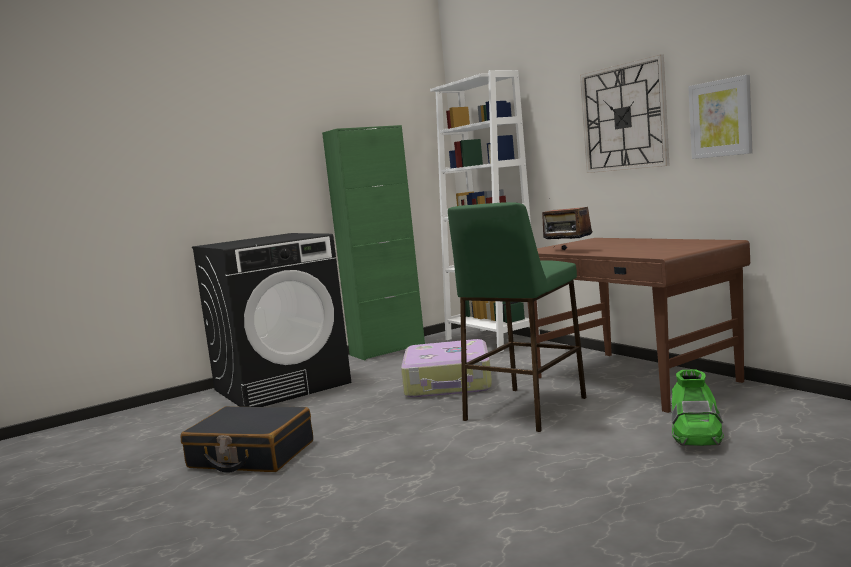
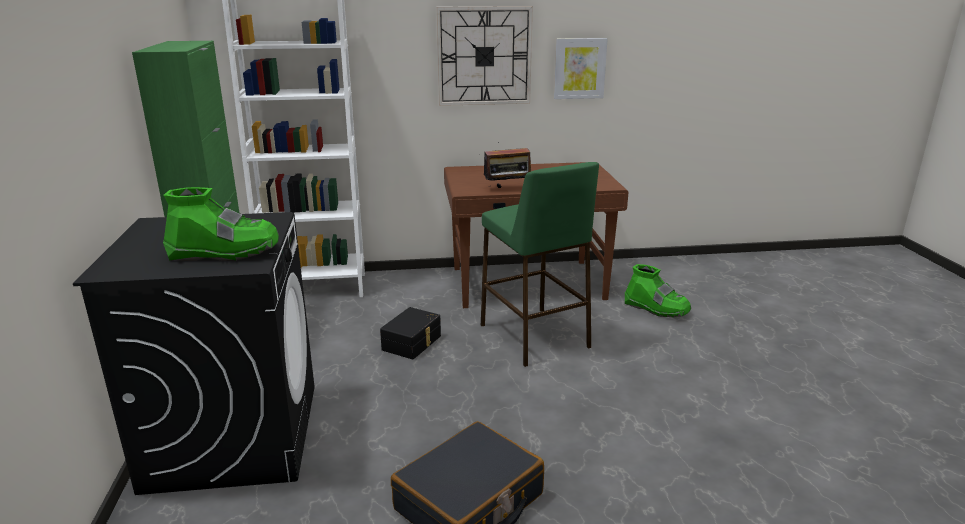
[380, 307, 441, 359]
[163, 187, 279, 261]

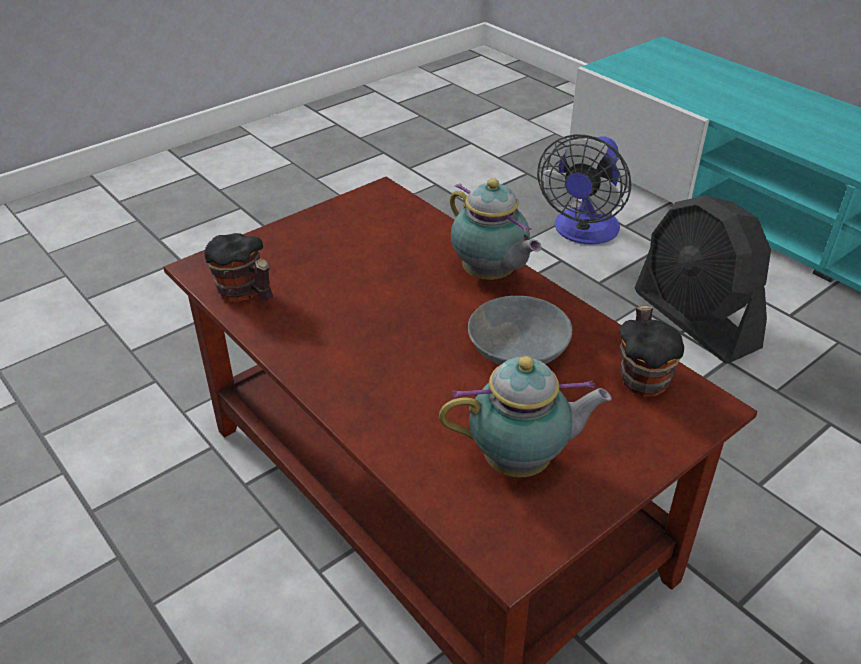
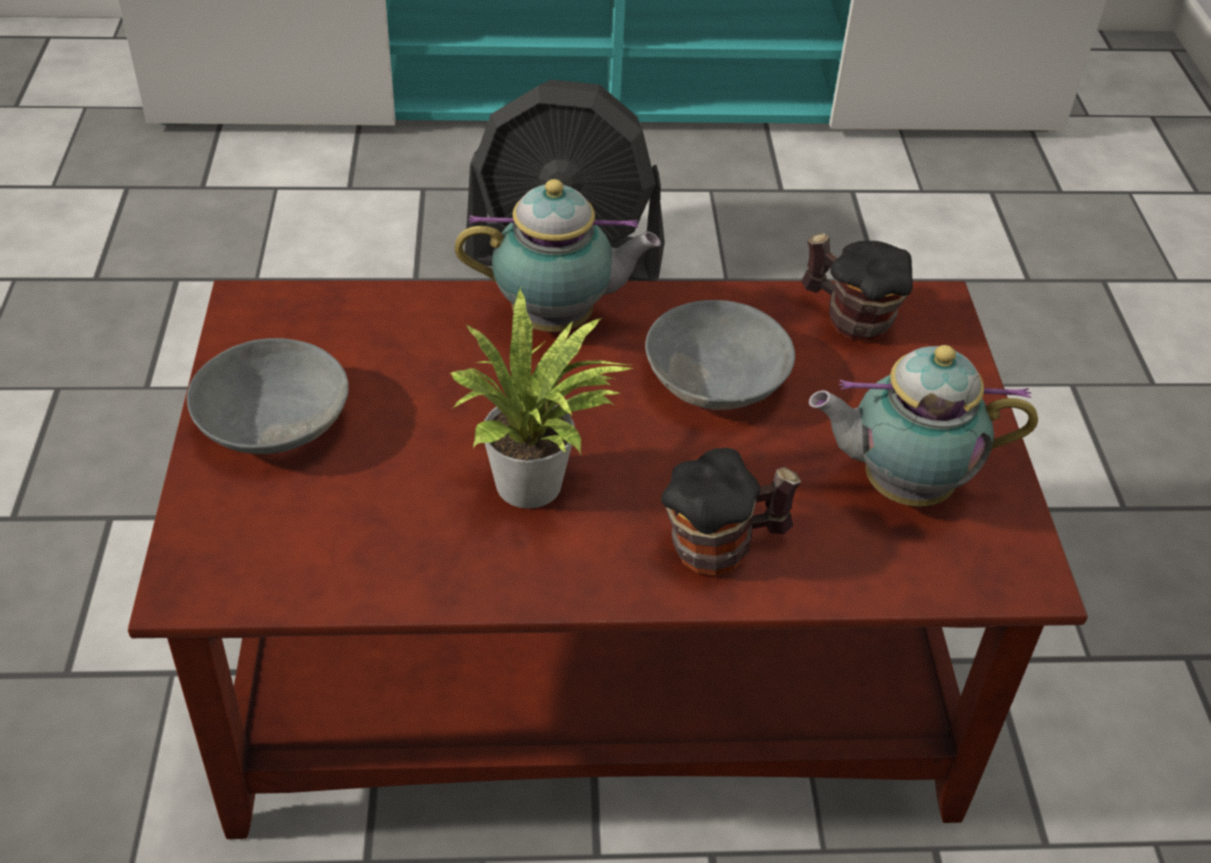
[661, 447, 801, 575]
[809, 345, 1038, 507]
[537, 134, 631, 244] (first image)
[187, 338, 349, 454]
[450, 288, 633, 509]

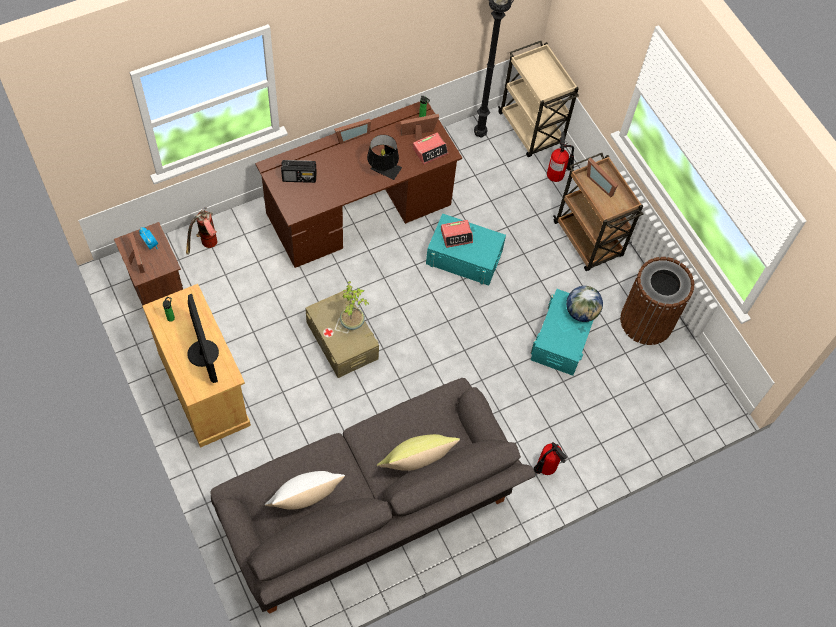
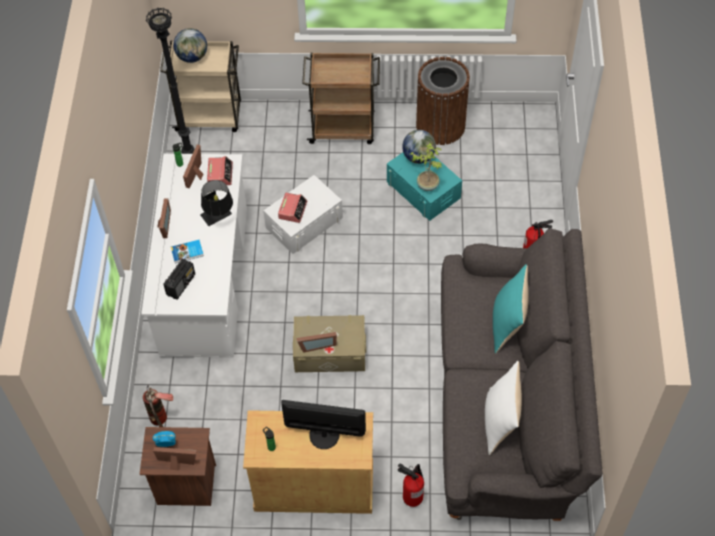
[141, 154, 247, 358]
[409, 143, 442, 191]
[493, 264, 529, 353]
[263, 175, 343, 254]
[398, 464, 424, 507]
[296, 332, 337, 353]
[171, 240, 204, 264]
[173, 28, 207, 63]

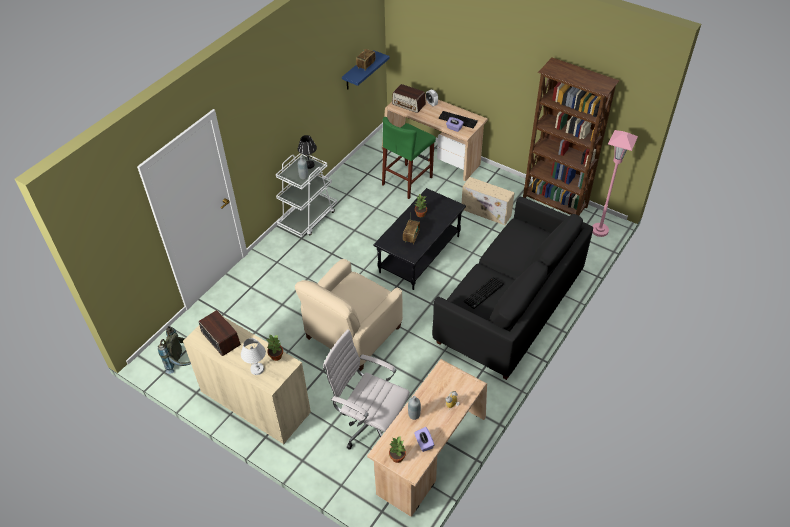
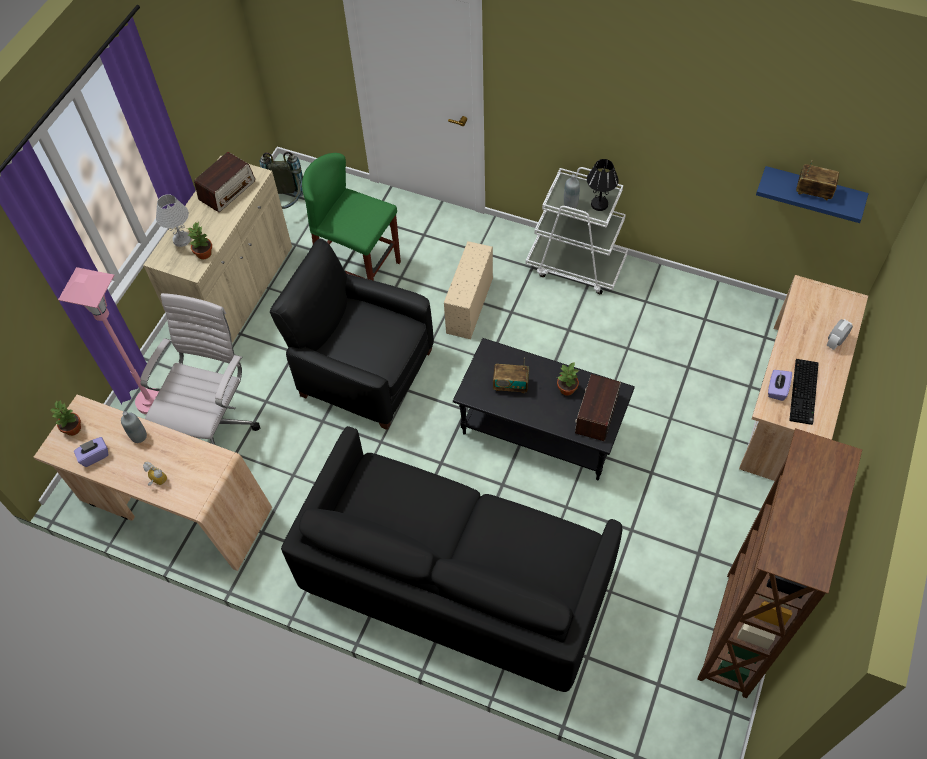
[270, 239, 434, 430]
[302, 153, 401, 281]
[575, 374, 621, 441]
[444, 241, 493, 339]
[464, 277, 504, 309] (first image)
[58, 267, 159, 414]

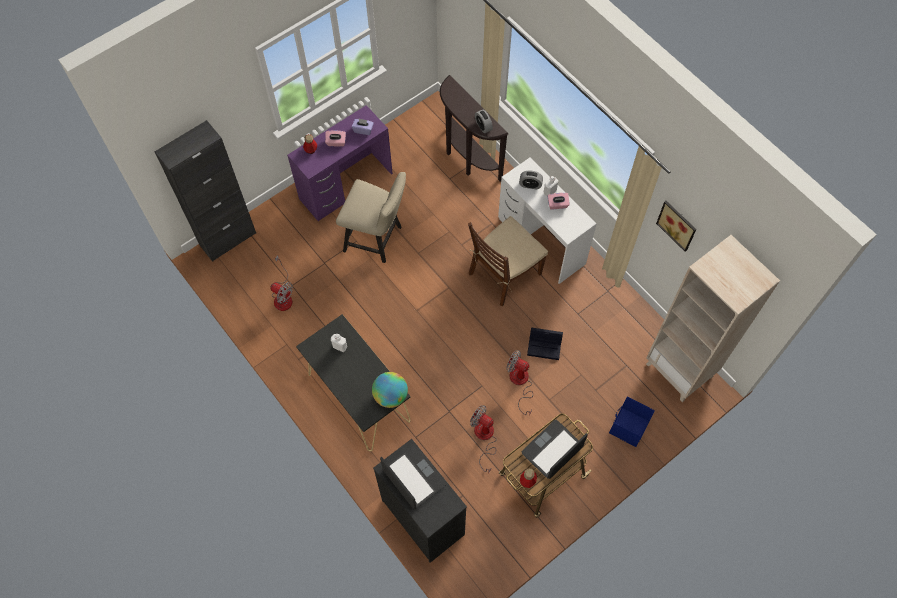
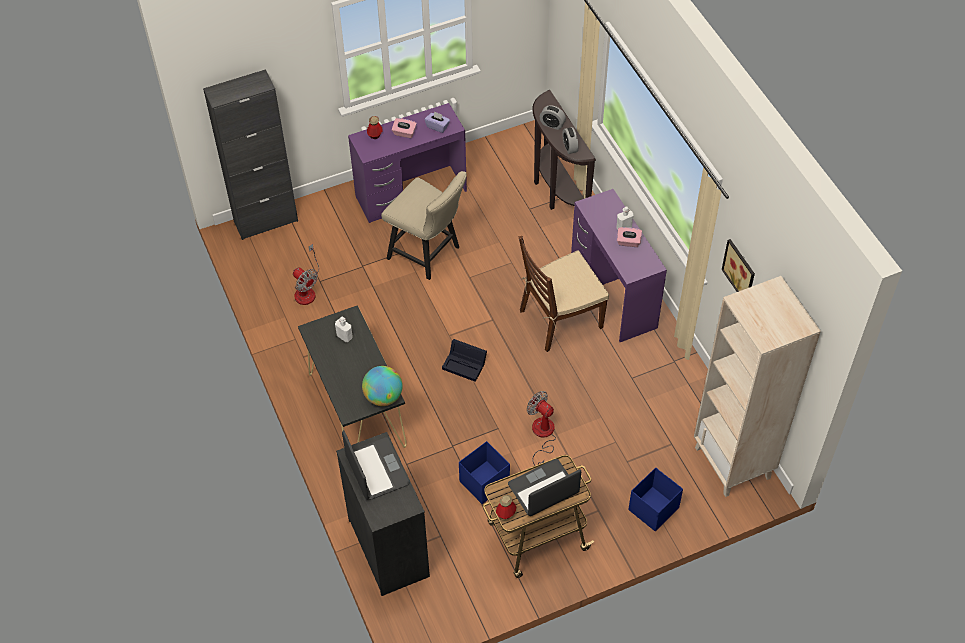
[459, 441, 510, 504]
[571, 189, 667, 342]
[540, 105, 566, 130]
[442, 339, 487, 382]

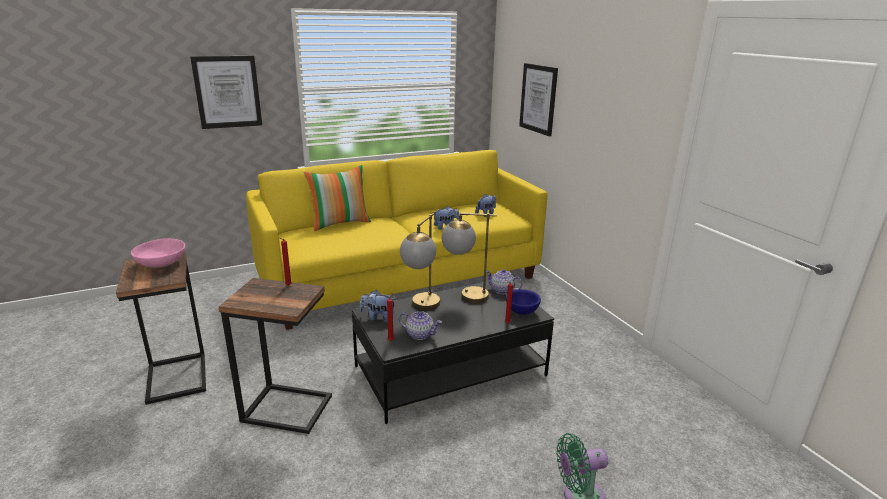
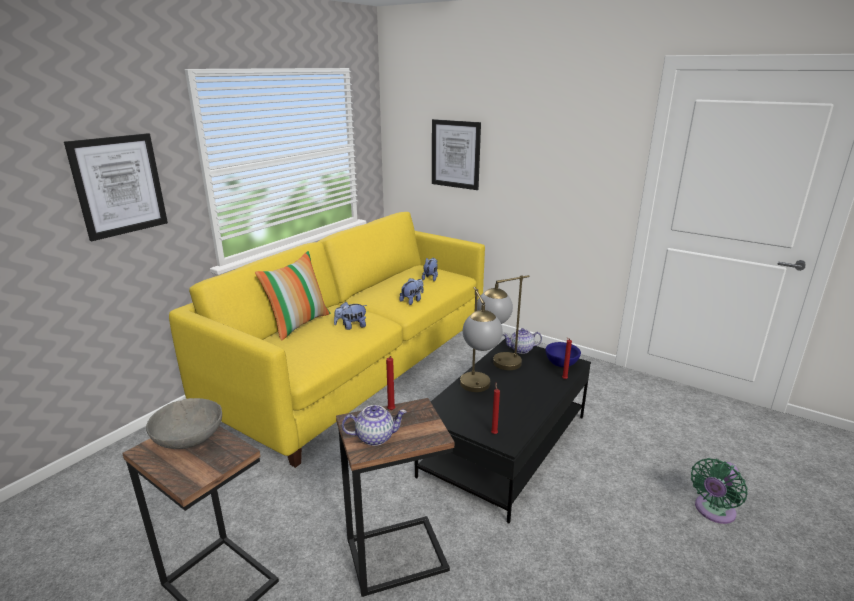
[146, 398, 222, 449]
[334, 302, 367, 330]
[342, 405, 406, 446]

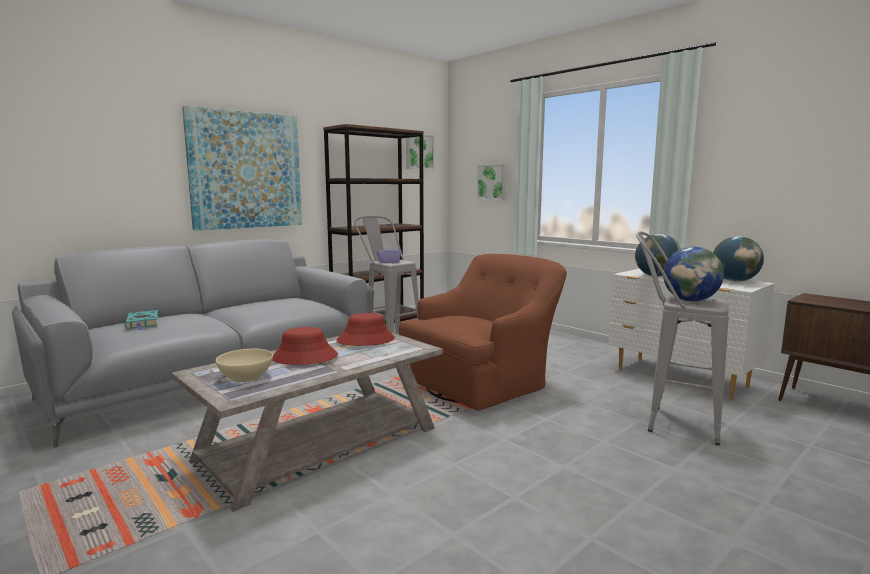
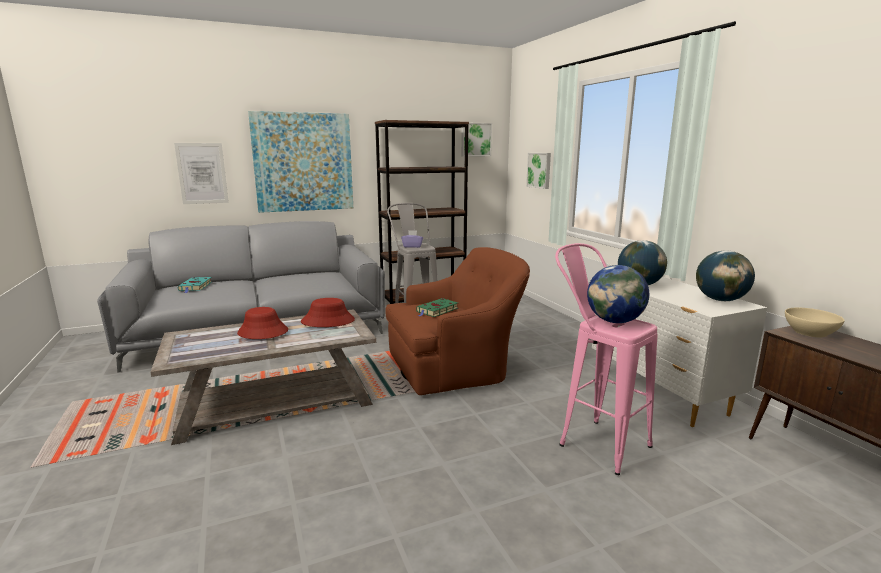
[785, 307, 845, 337]
[555, 243, 657, 475]
[174, 143, 229, 204]
[416, 298, 458, 317]

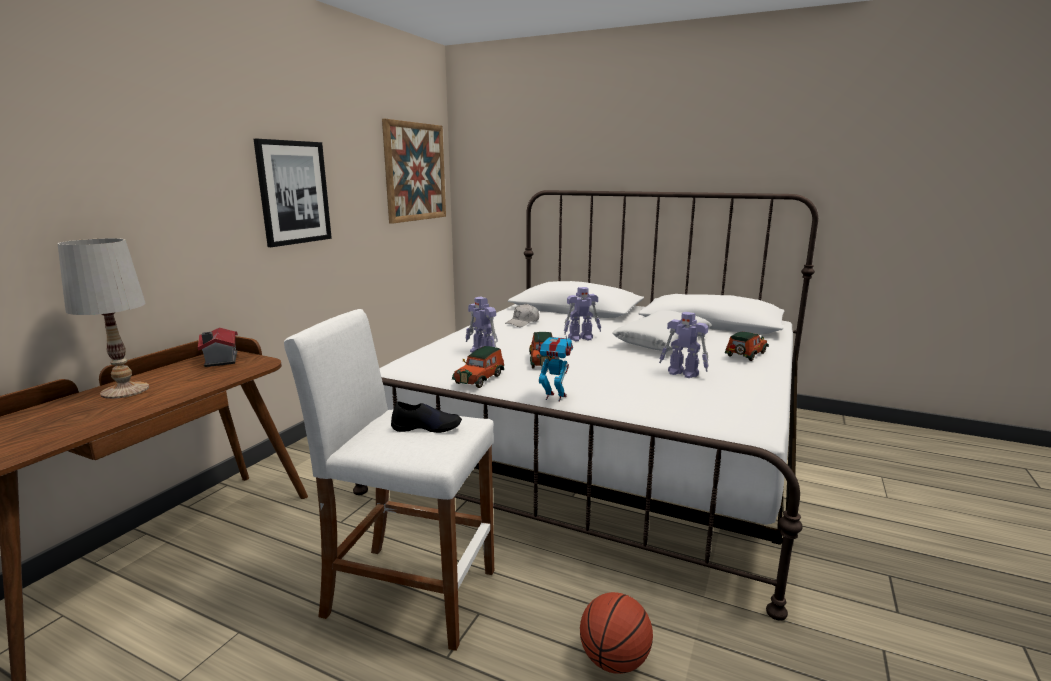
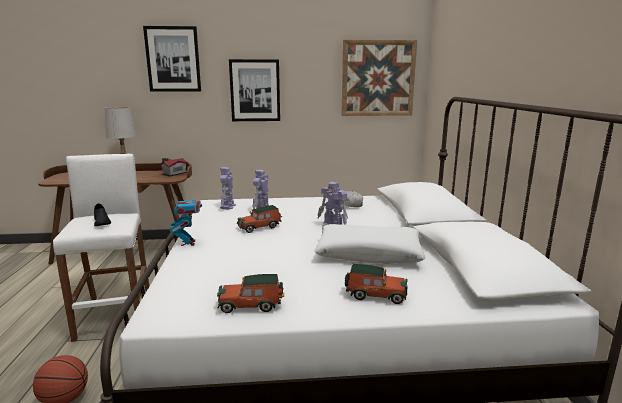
[217, 274, 284, 313]
[220, 167, 236, 210]
[143, 26, 201, 92]

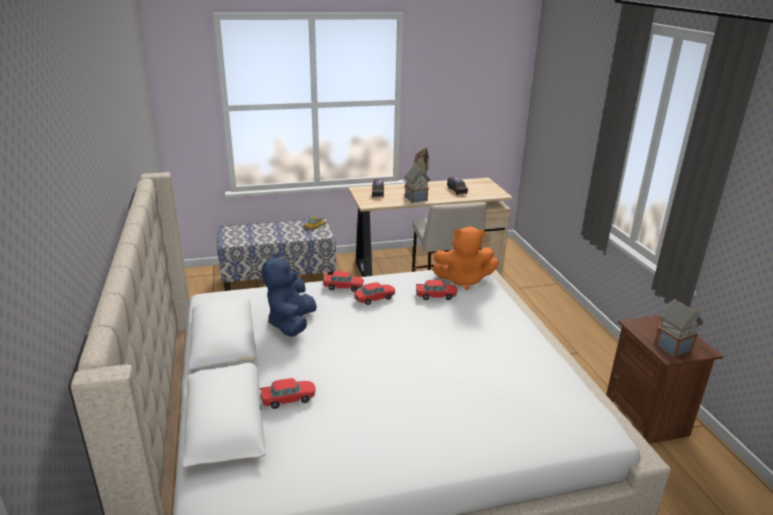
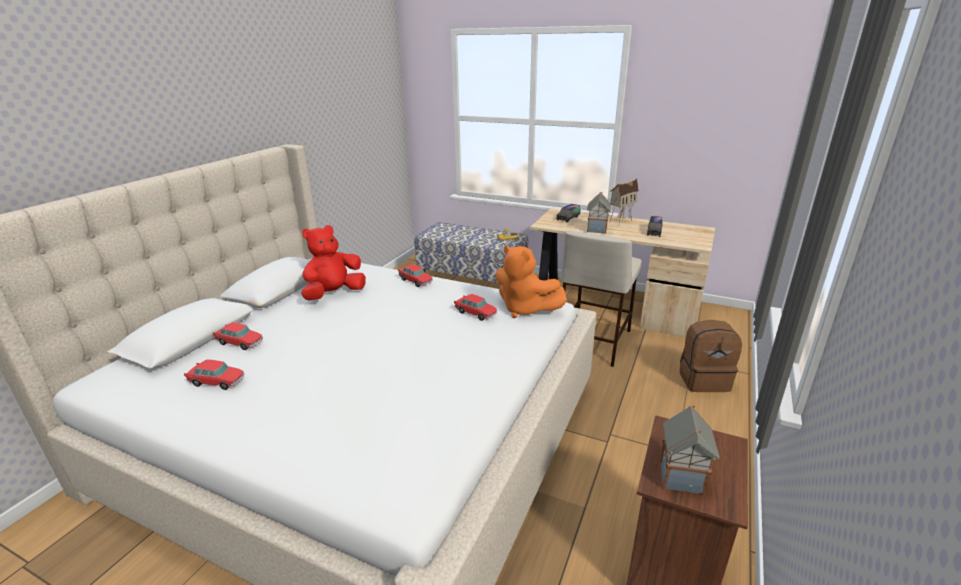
[301, 225, 366, 300]
[184, 359, 245, 390]
[680, 320, 742, 392]

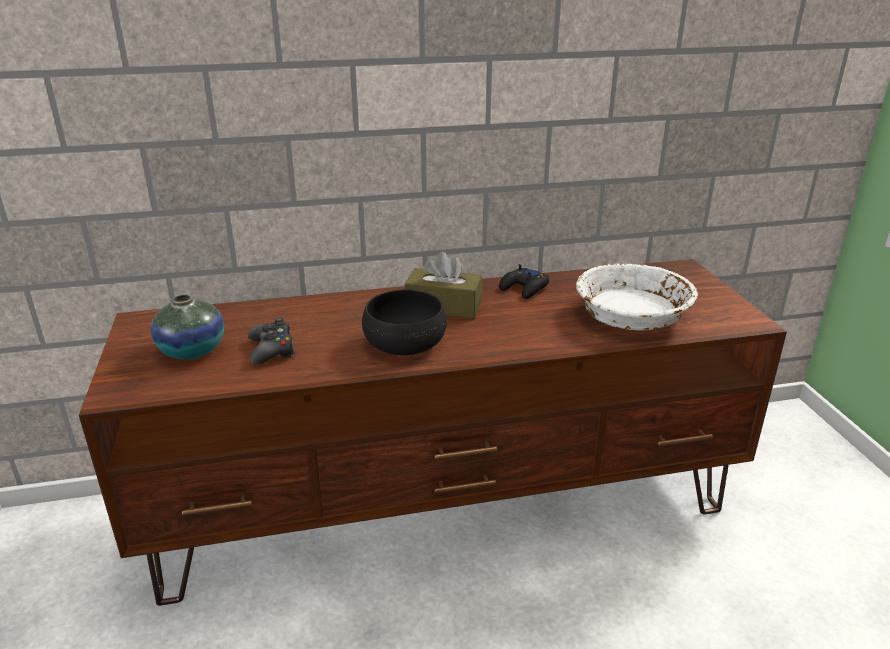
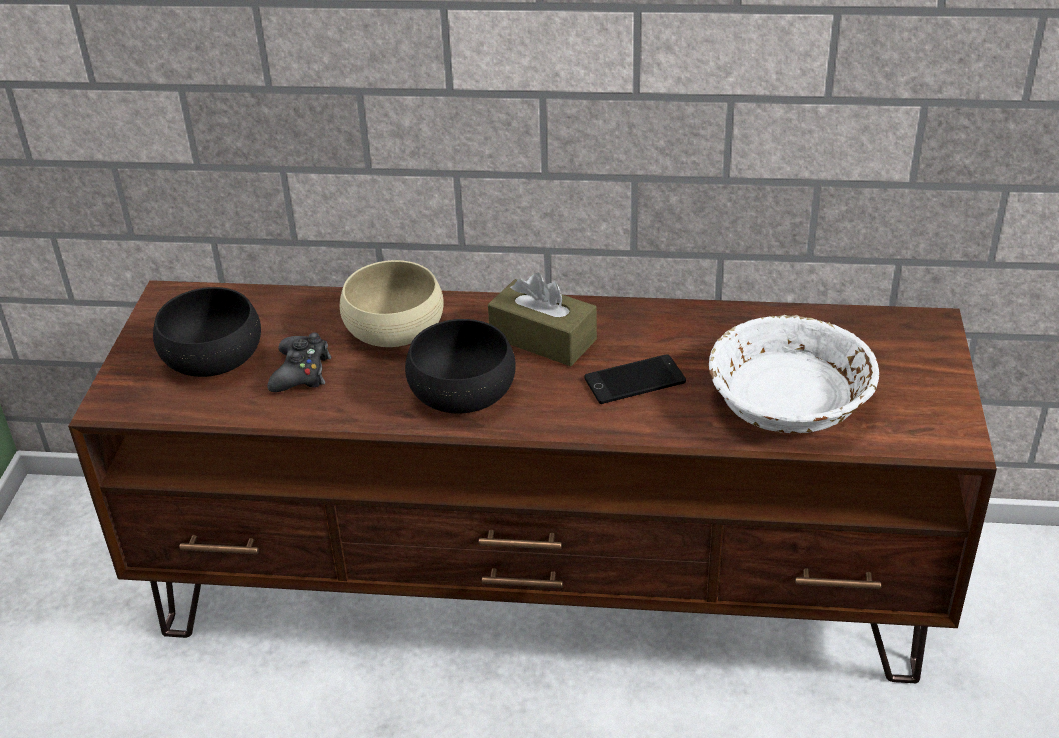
[153, 287, 261, 377]
[499, 264, 549, 299] (first image)
[340, 260, 444, 347]
[585, 354, 686, 404]

